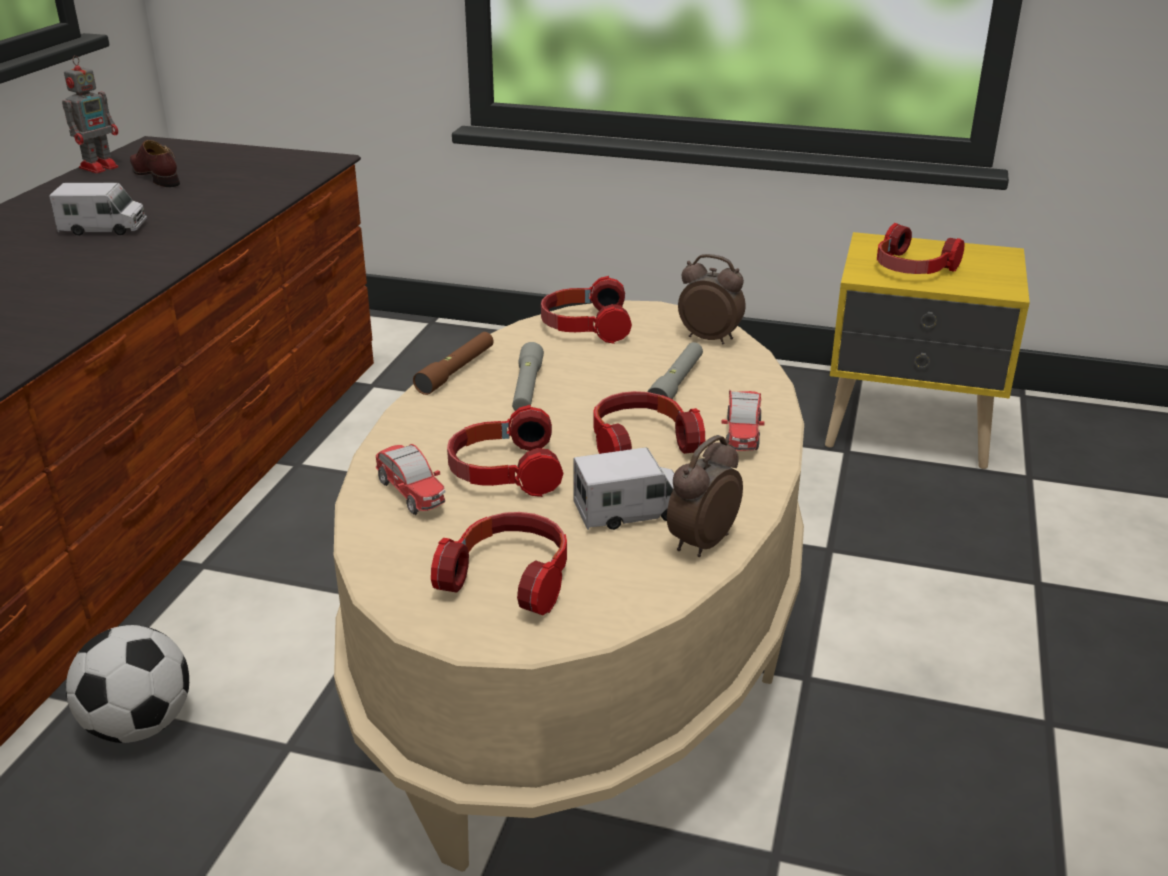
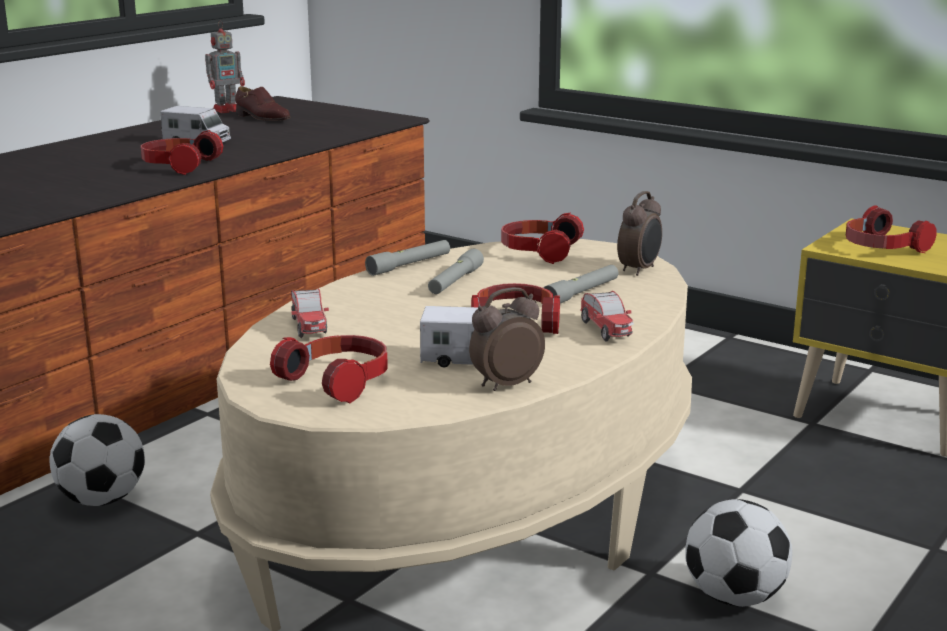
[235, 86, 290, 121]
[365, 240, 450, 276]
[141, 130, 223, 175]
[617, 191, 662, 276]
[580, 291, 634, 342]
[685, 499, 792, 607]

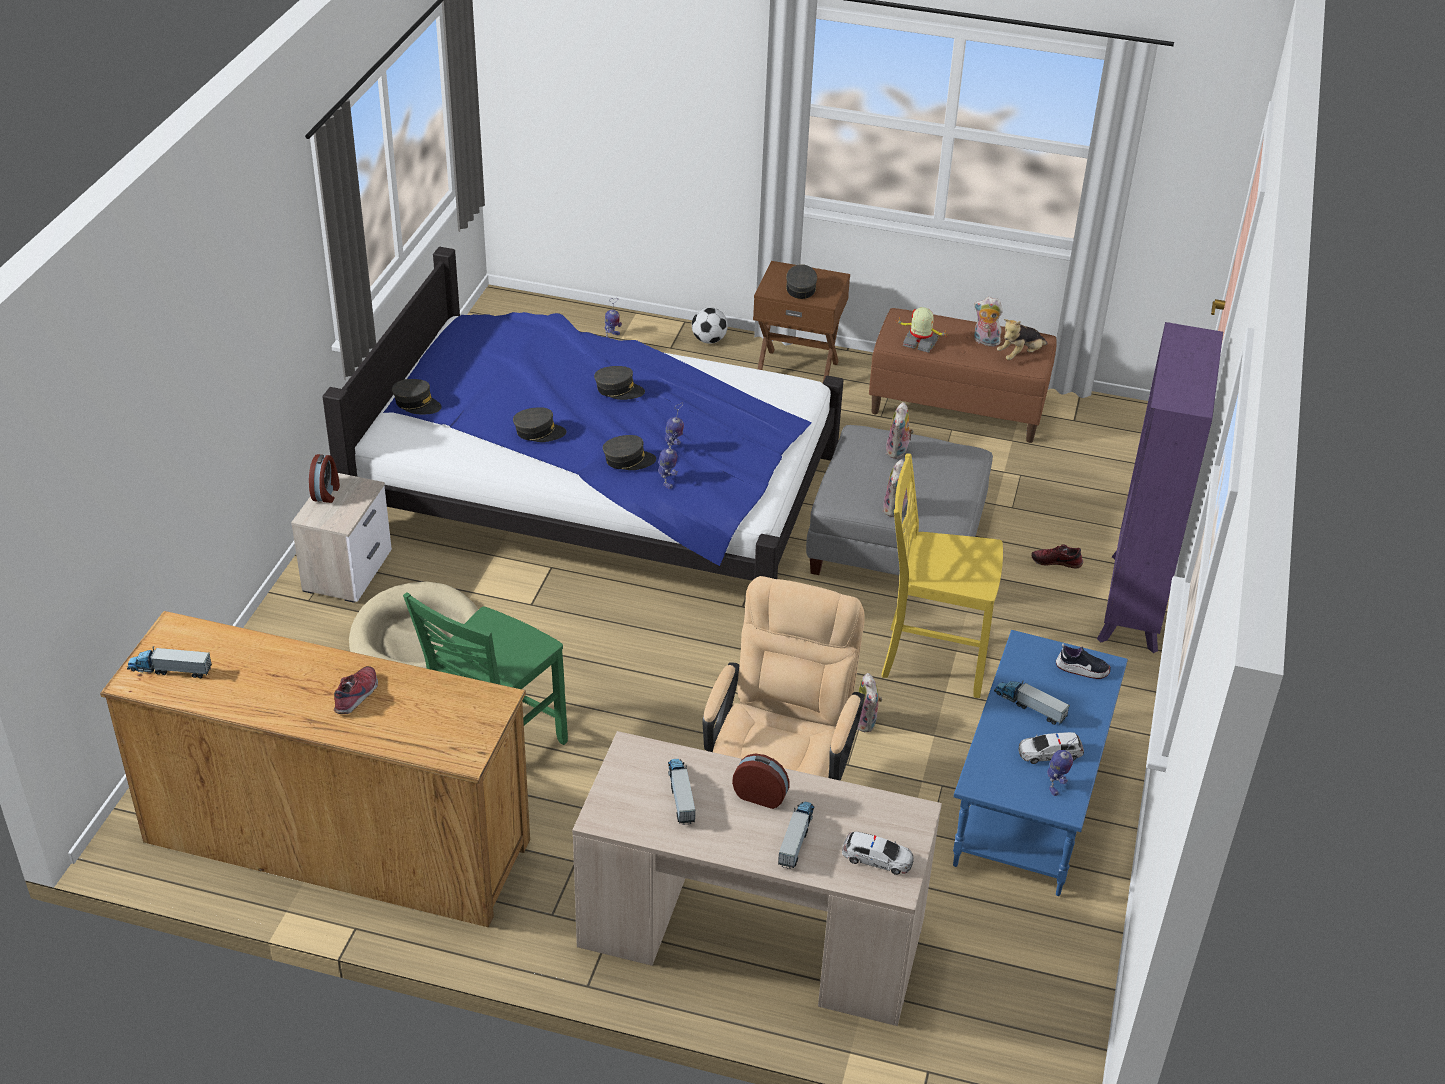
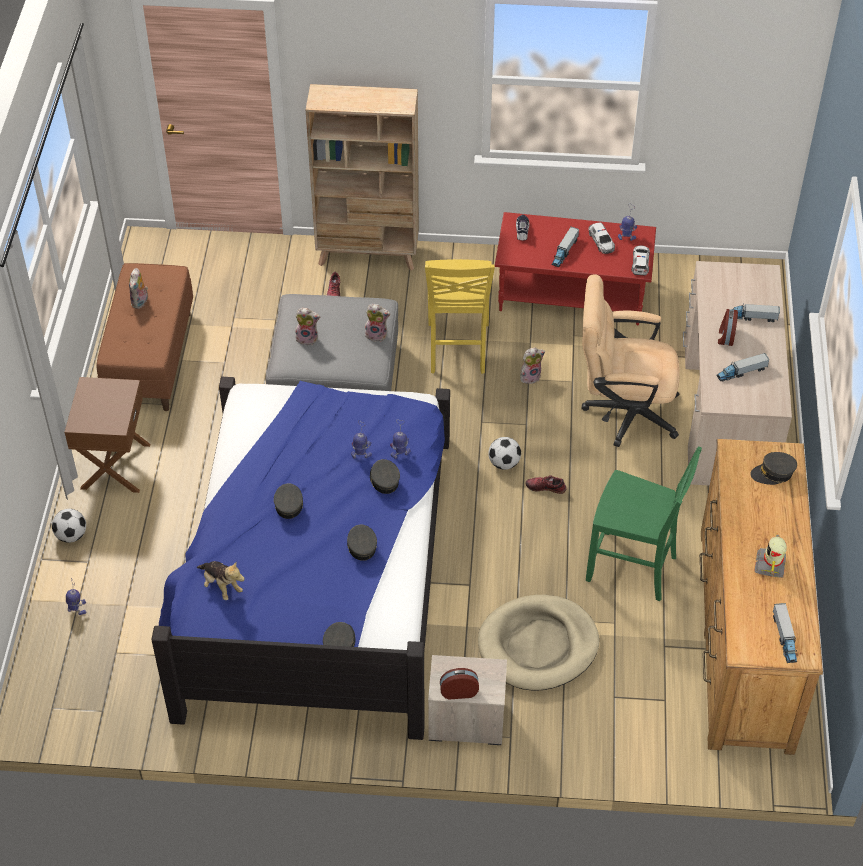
[526, 475, 567, 494]
[750, 452, 797, 485]
[631, 245, 650, 276]
[754, 532, 787, 578]
[495, 212, 656, 325]
[197, 561, 245, 600]
[306, 84, 419, 271]
[488, 437, 521, 470]

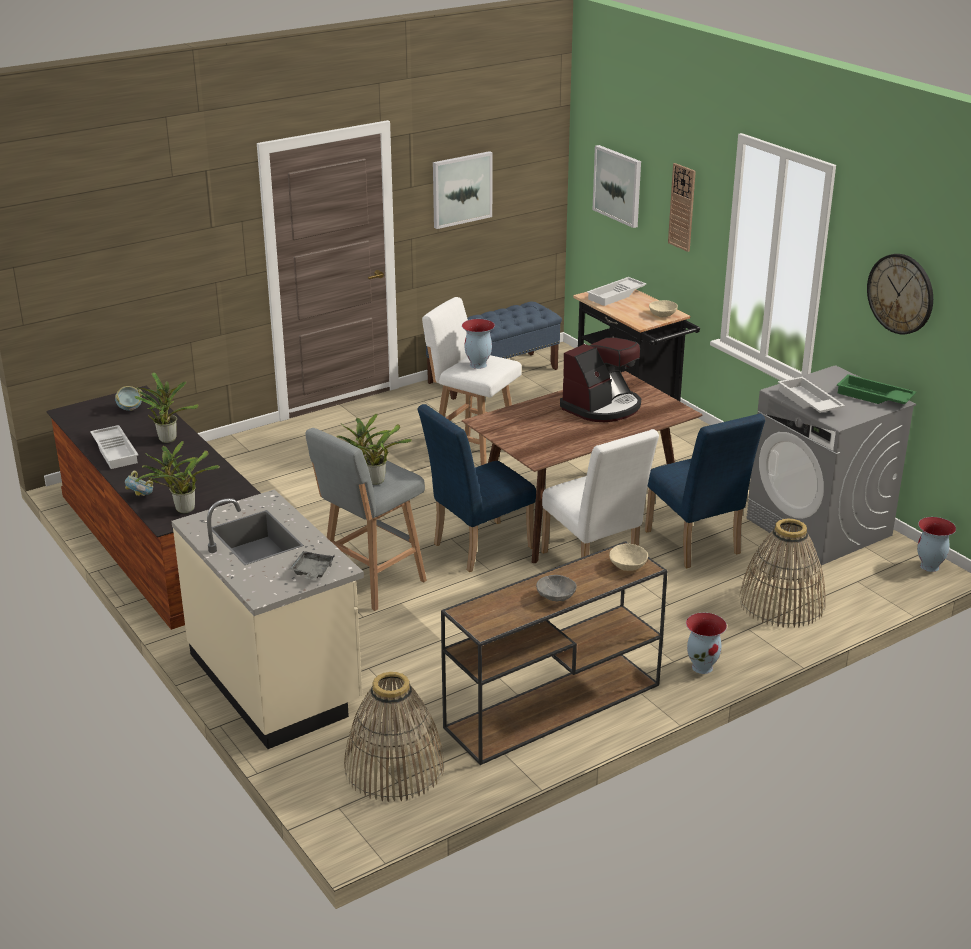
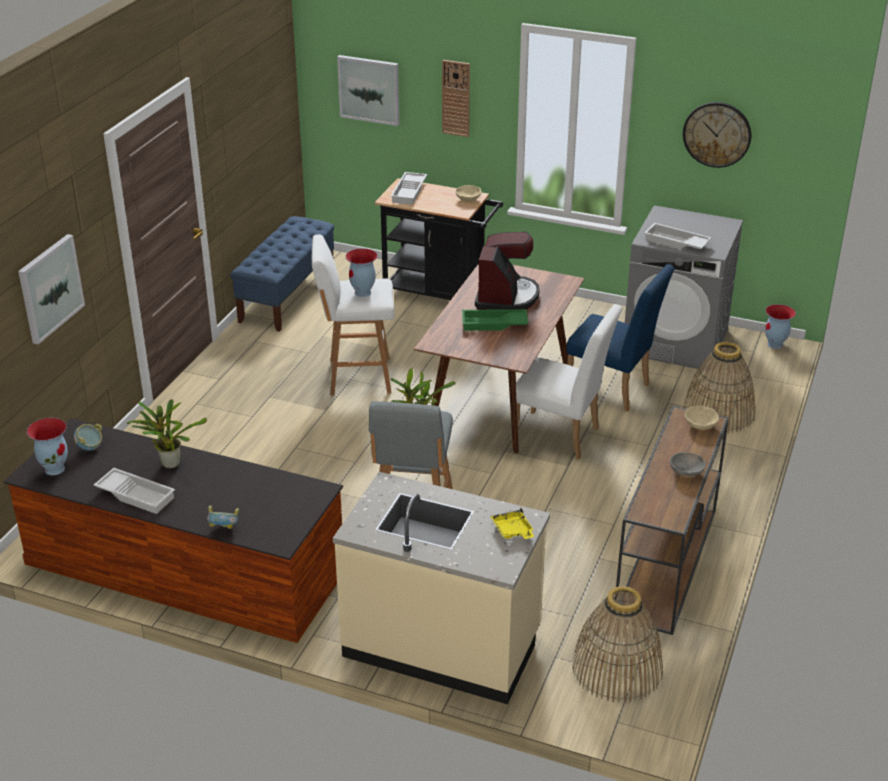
[135, 441, 220, 514] (first image)
[490, 508, 535, 539]
[417, 404, 536, 572] (first image)
[18, 234, 85, 345]
[27, 418, 68, 475]
[462, 309, 528, 331]

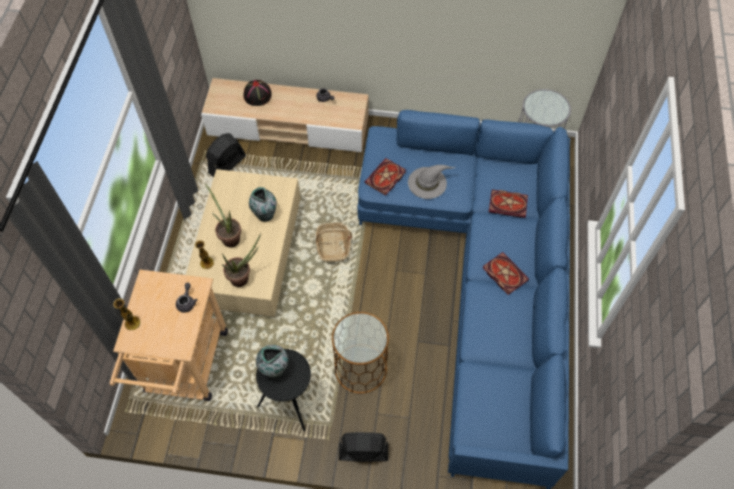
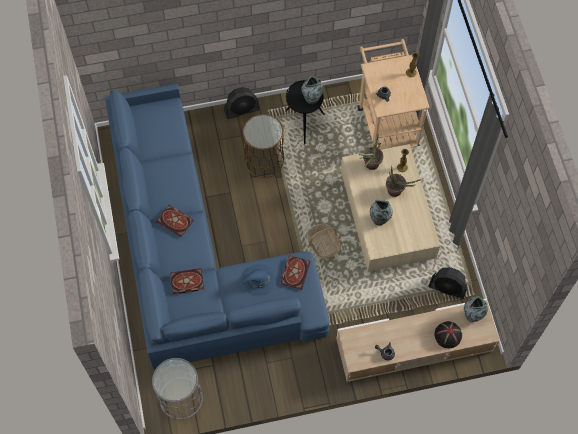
[428, 267, 467, 299]
[238, 264, 276, 296]
[464, 296, 488, 322]

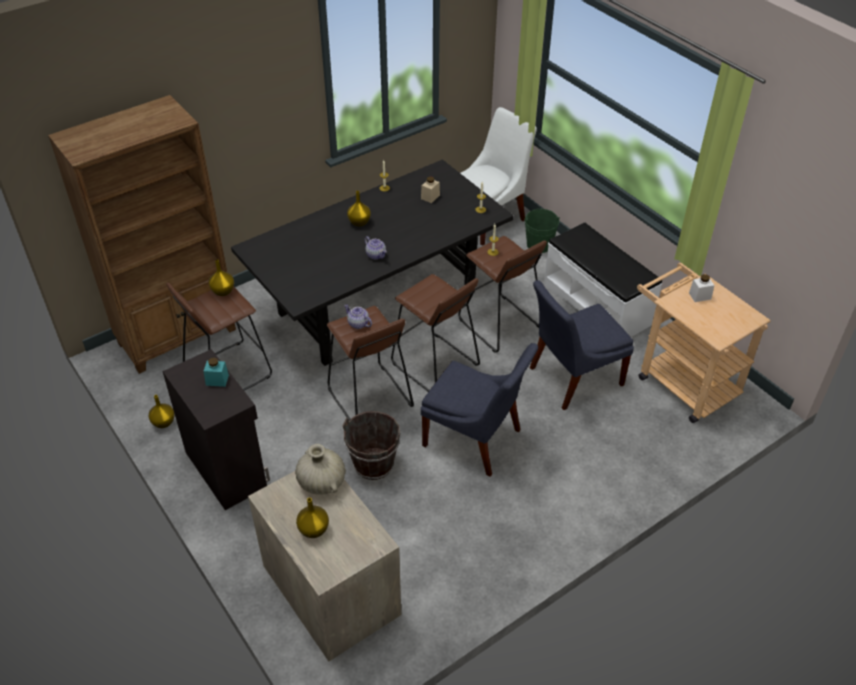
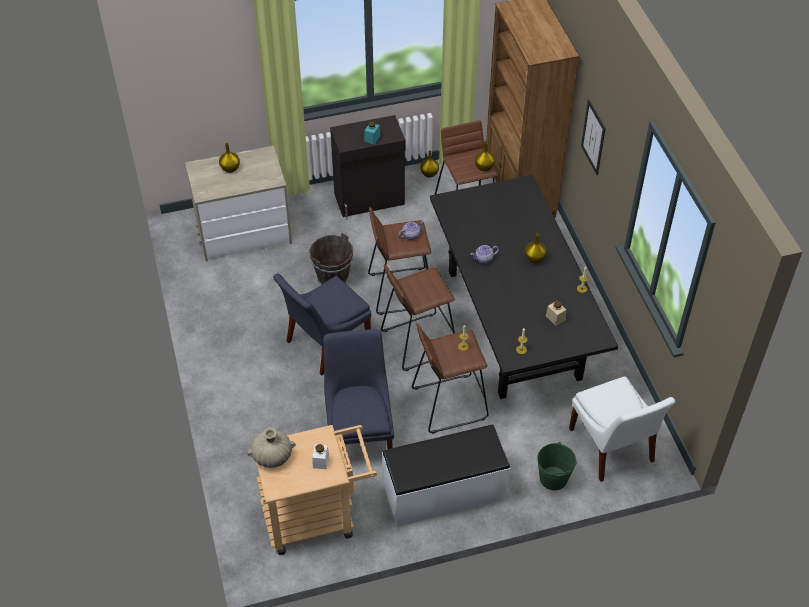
[247, 427, 296, 468]
[581, 99, 606, 175]

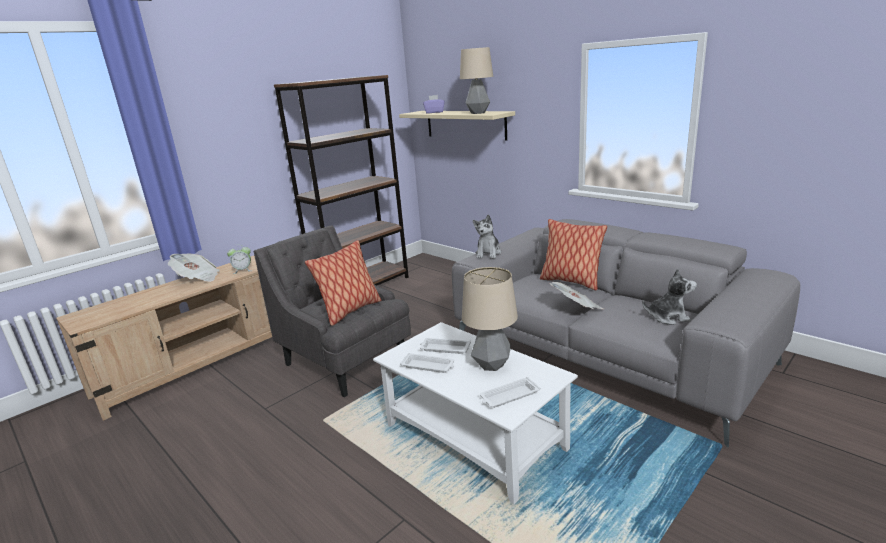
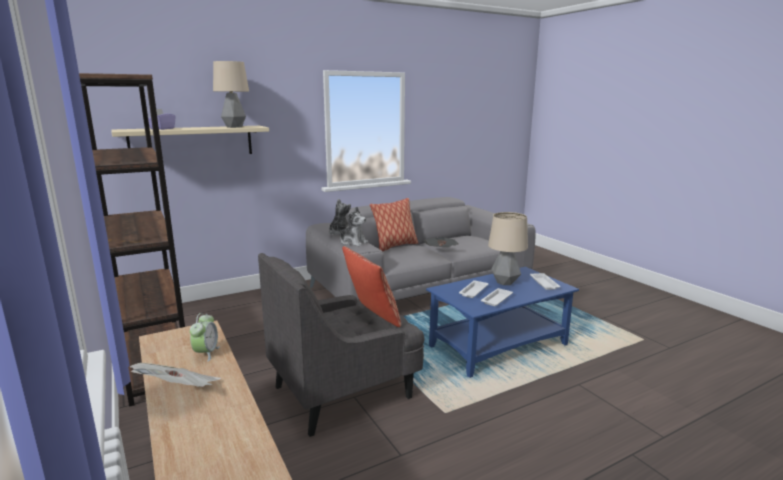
[426, 267, 579, 378]
[329, 198, 351, 235]

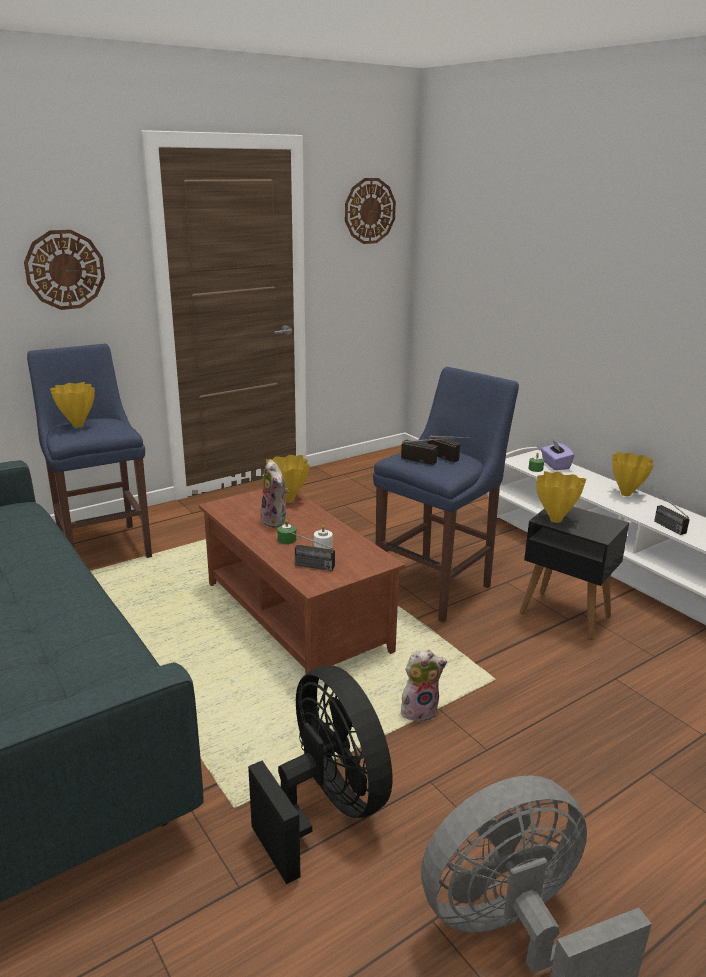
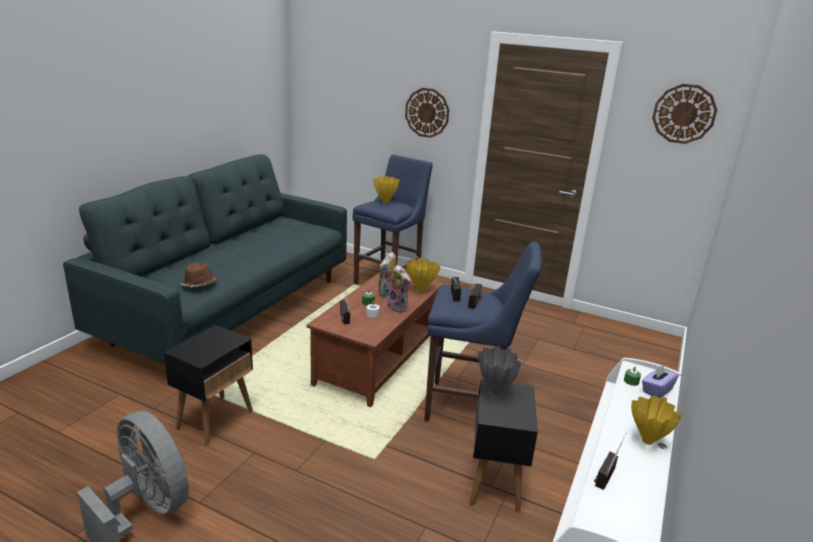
[164, 325, 253, 445]
[387, 265, 411, 313]
[478, 347, 521, 394]
[180, 263, 217, 287]

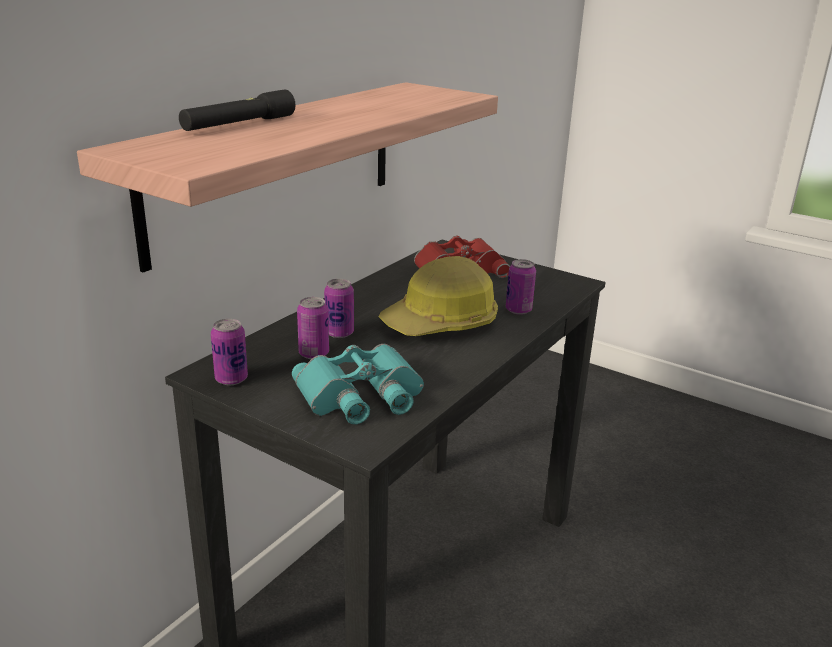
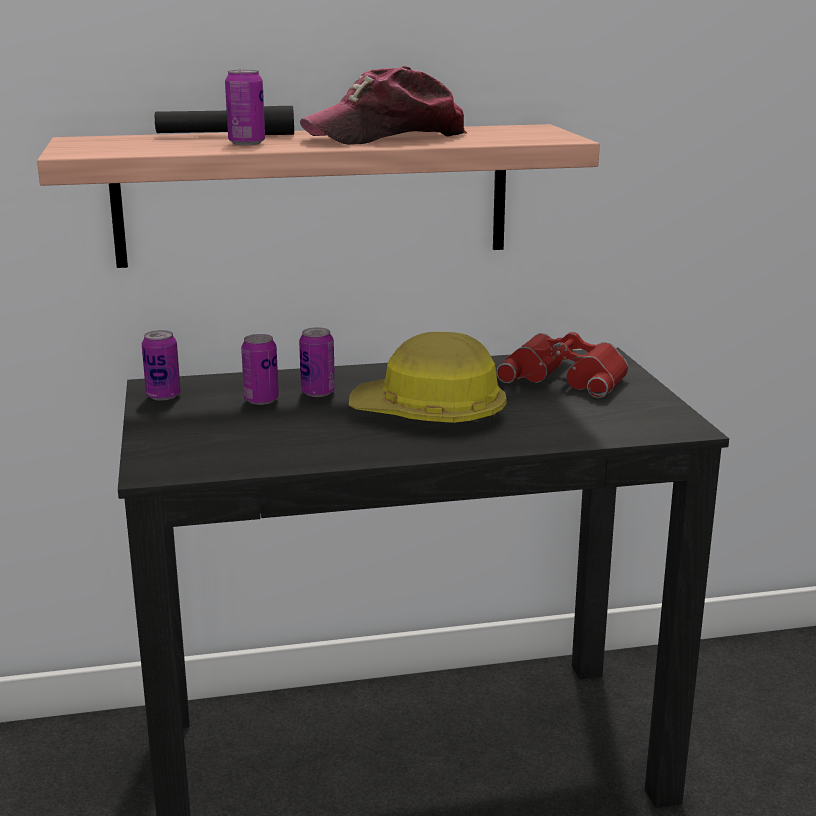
[292, 344, 424, 424] (first image)
[225, 69, 265, 145]
[300, 66, 467, 145]

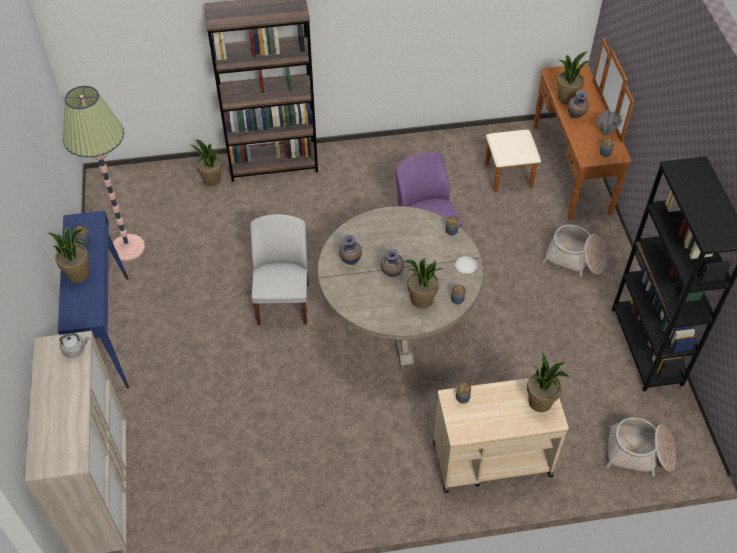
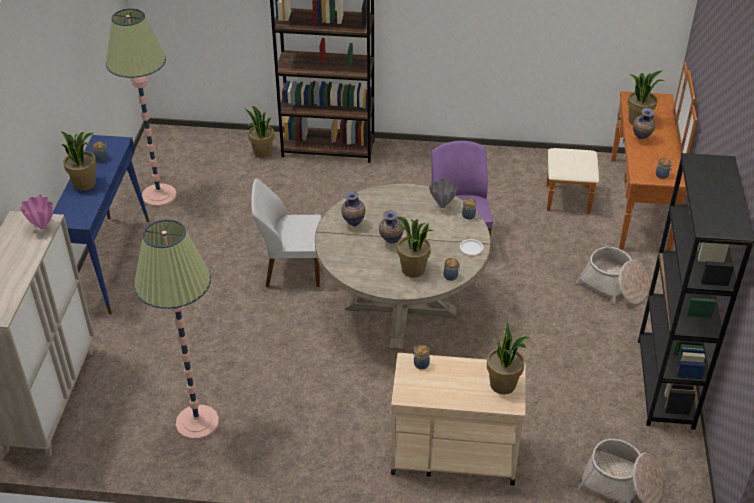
[20, 195, 53, 229]
[251, 178, 321, 287]
[429, 178, 458, 208]
[134, 219, 219, 440]

